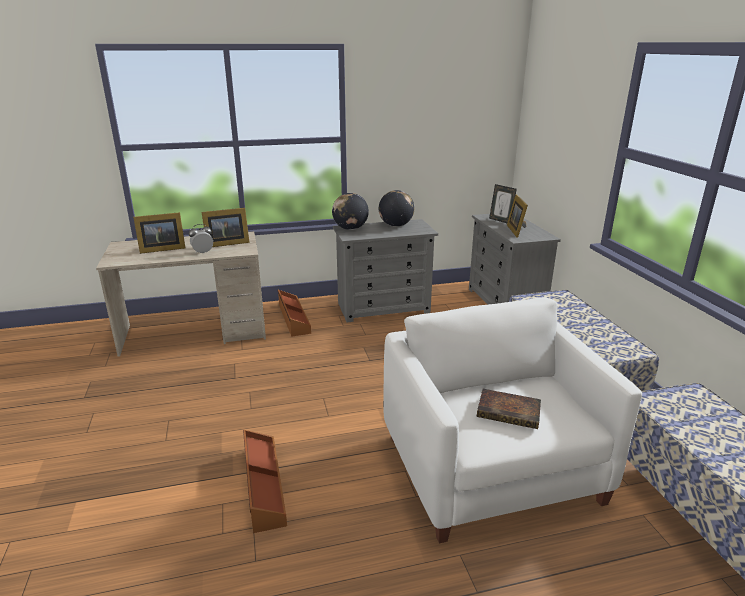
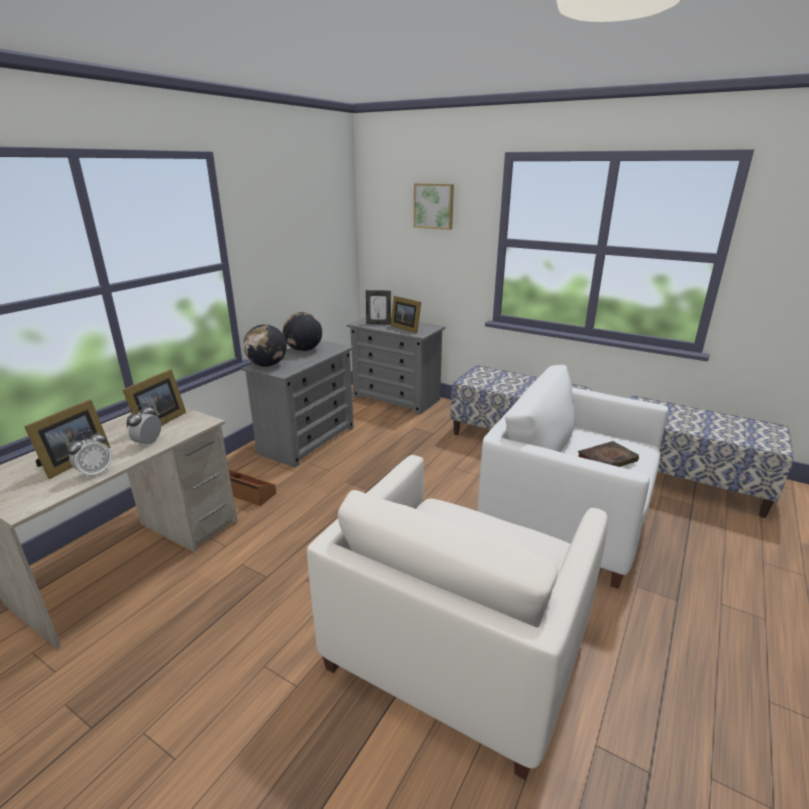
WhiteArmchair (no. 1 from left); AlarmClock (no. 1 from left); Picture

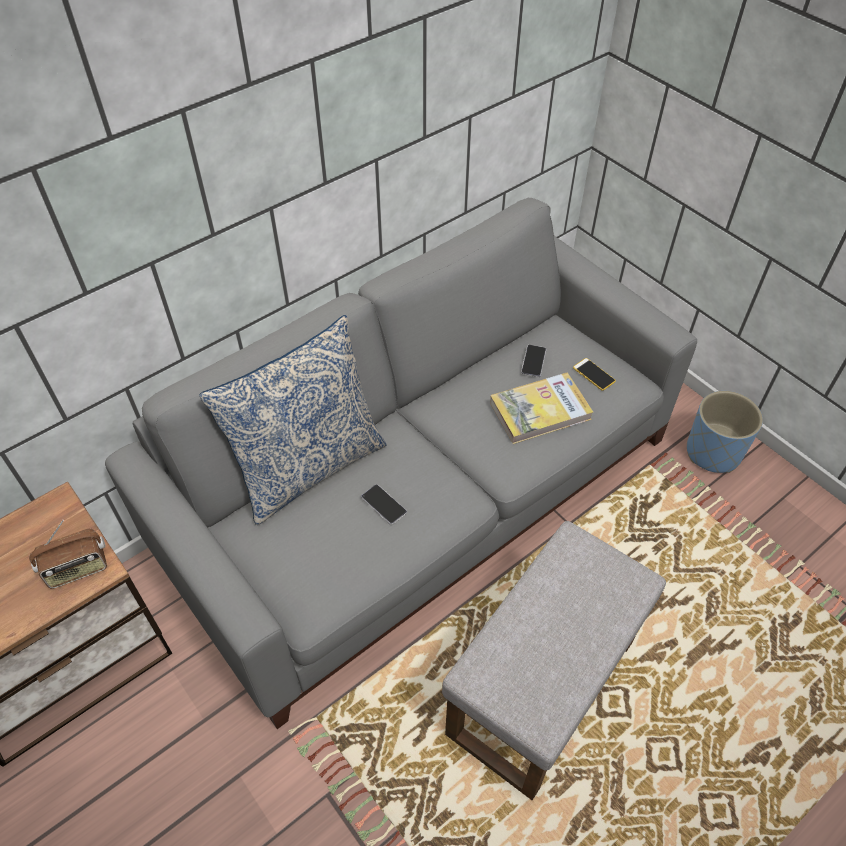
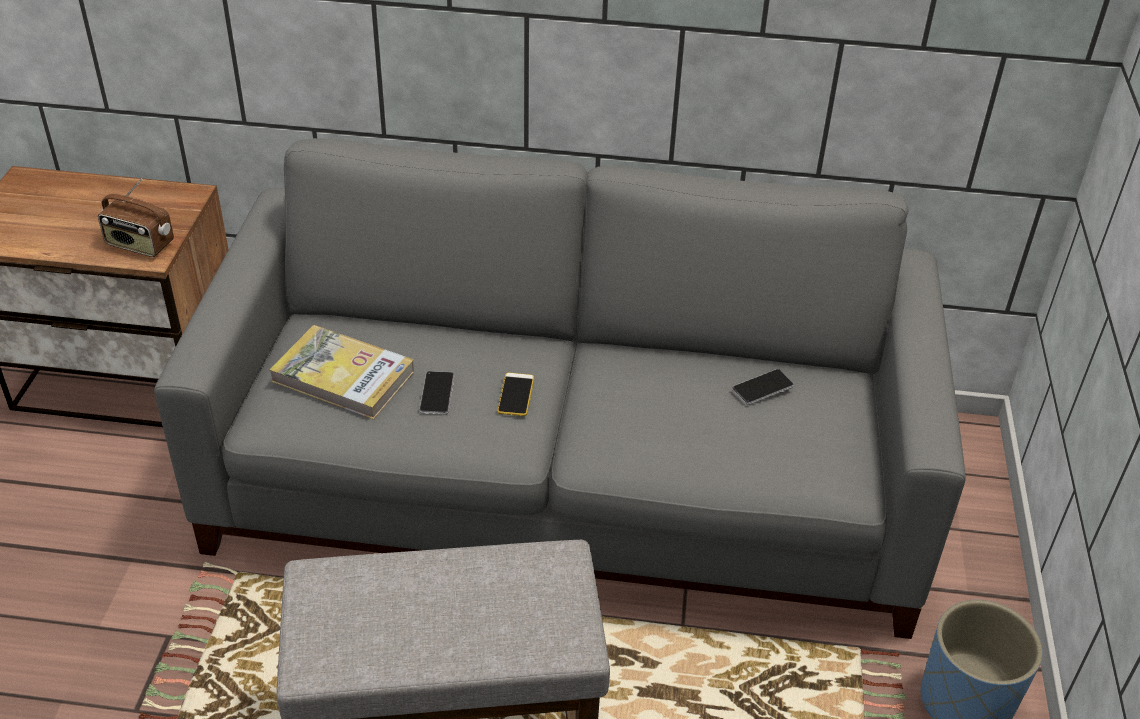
Pillow; Book; Phone (no. 2 from left)

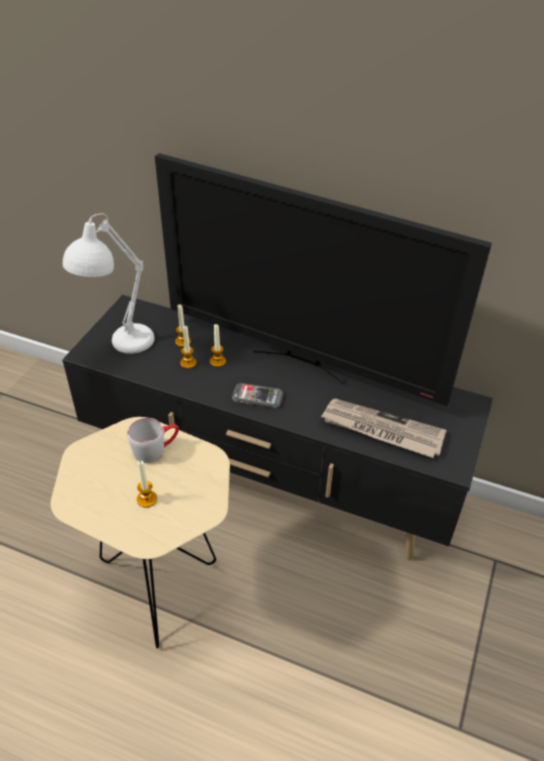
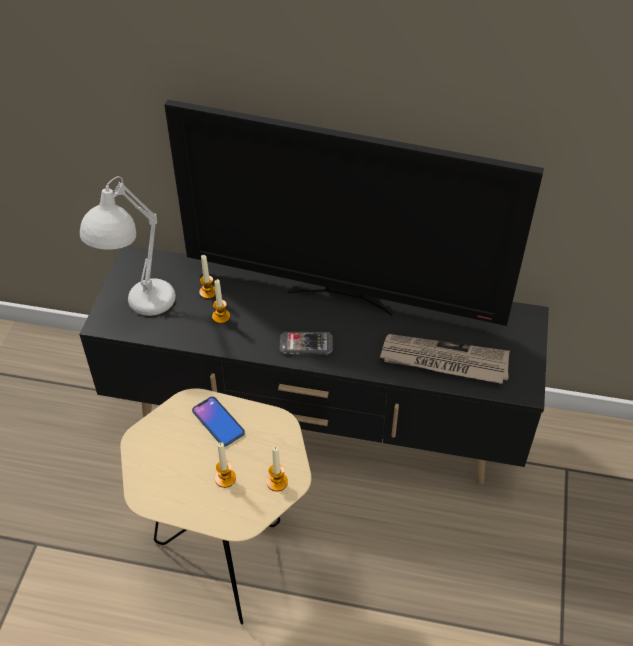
Phone (no. 1 from left); Candle (no. 4 from left)

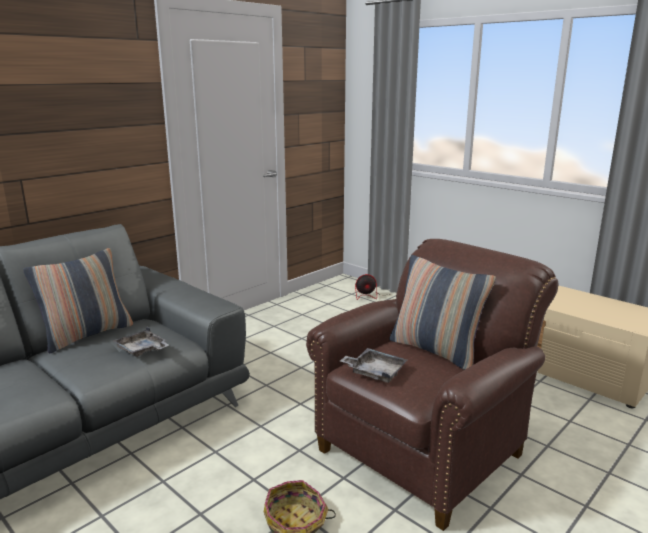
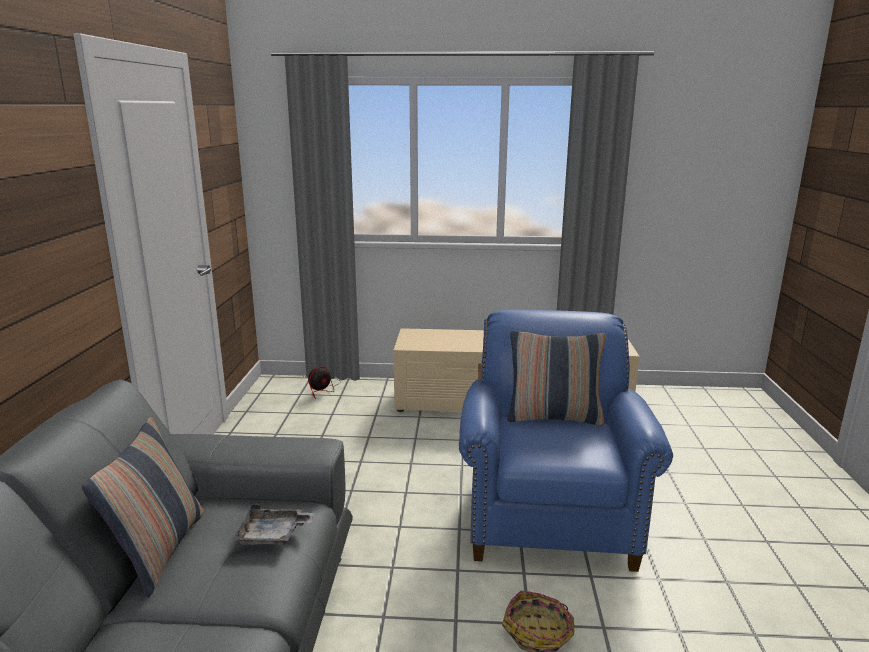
BlueArmchair; GreyTray (no. 2 from left in the first image)

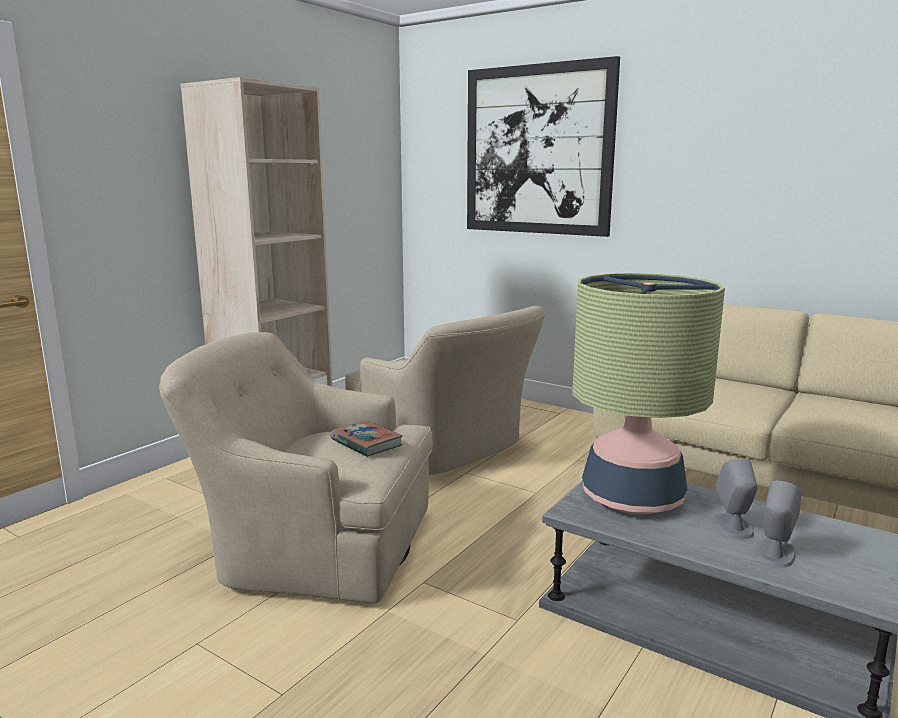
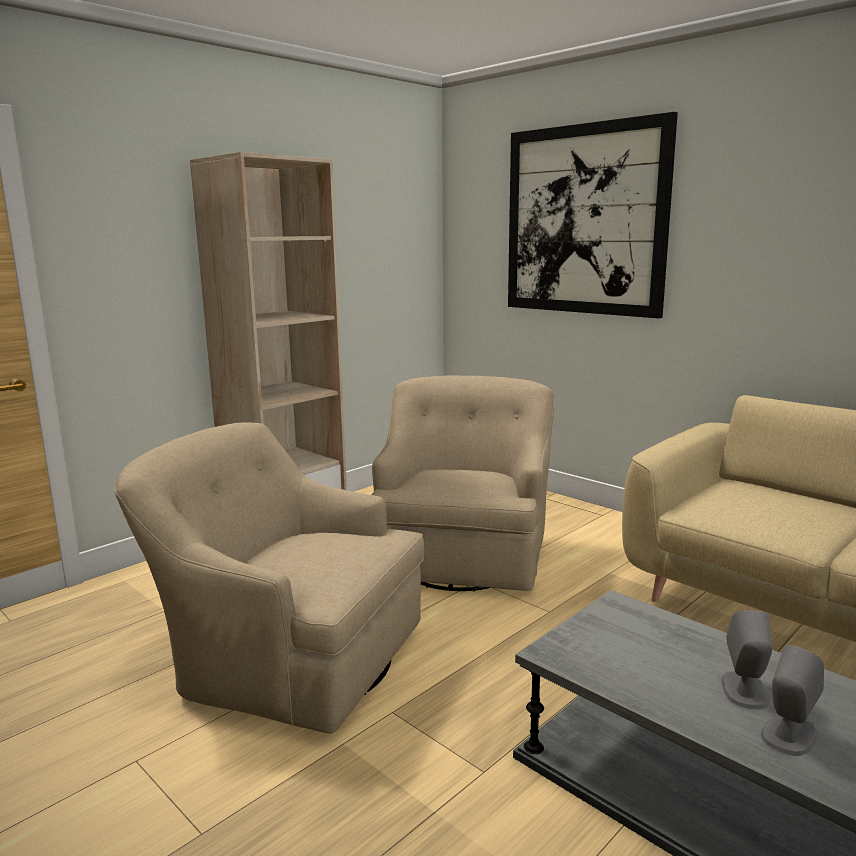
Book; BeigeArmchair (no. 2 from left); TableLamp

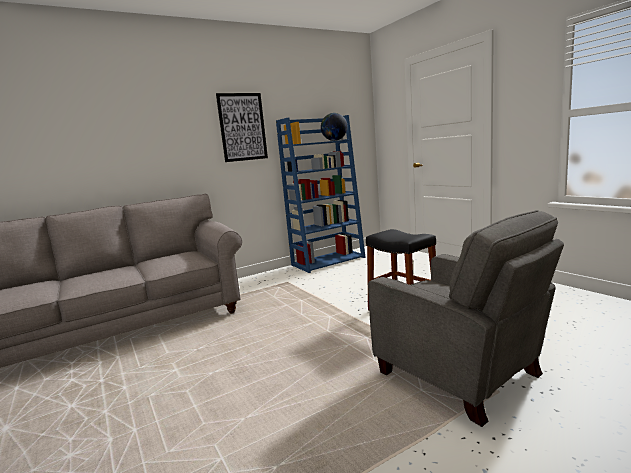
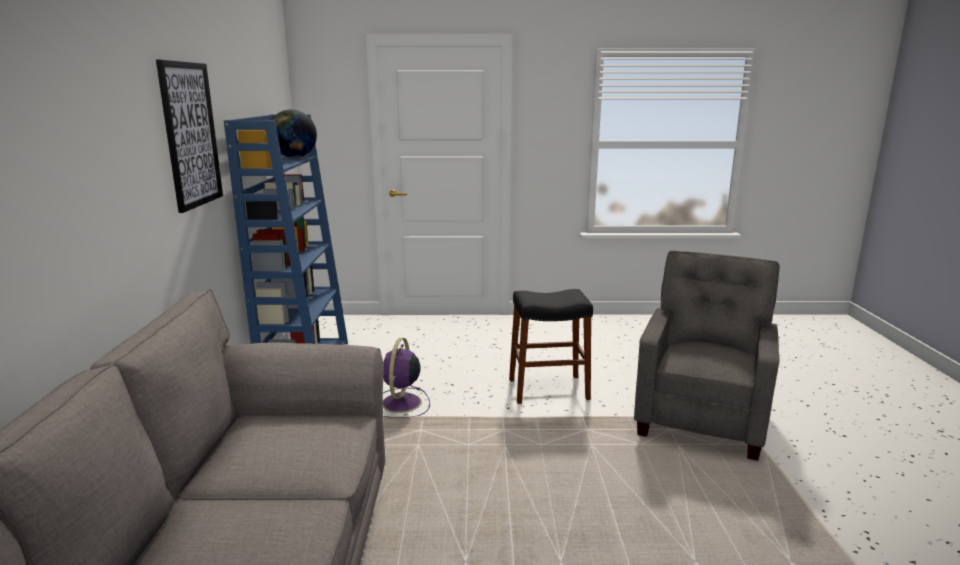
GreyArmchair; PurpleFan

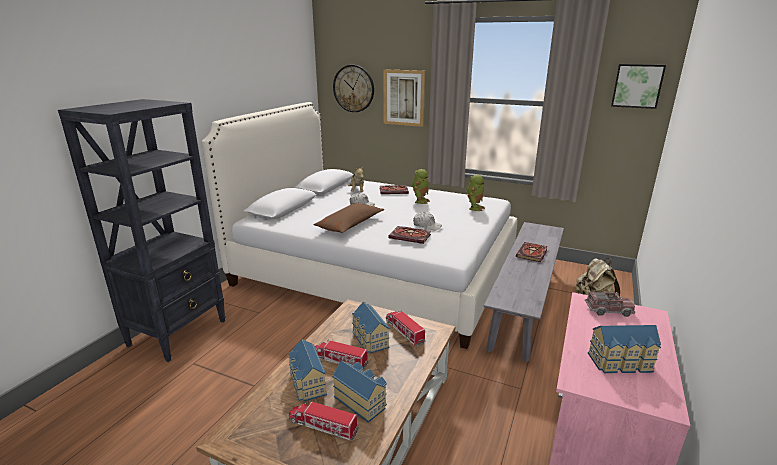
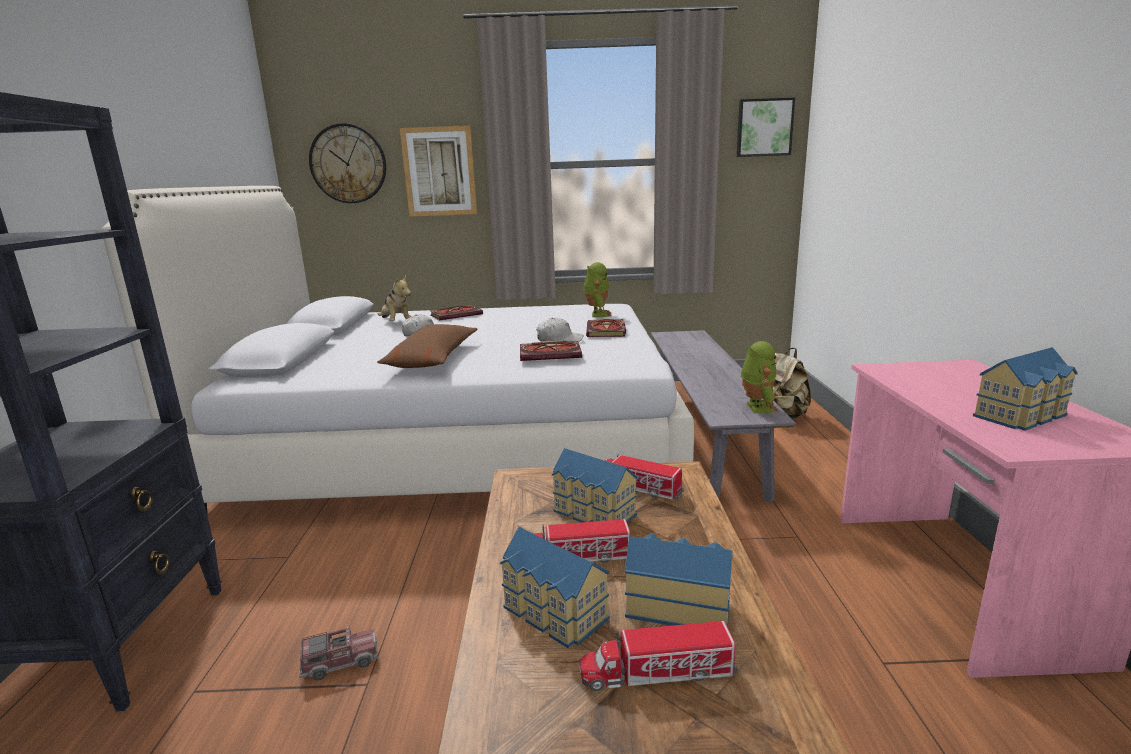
ToyRobot (no. 2 from left); Book (no. 3 from left); ToyTruck (no. 1 from left)

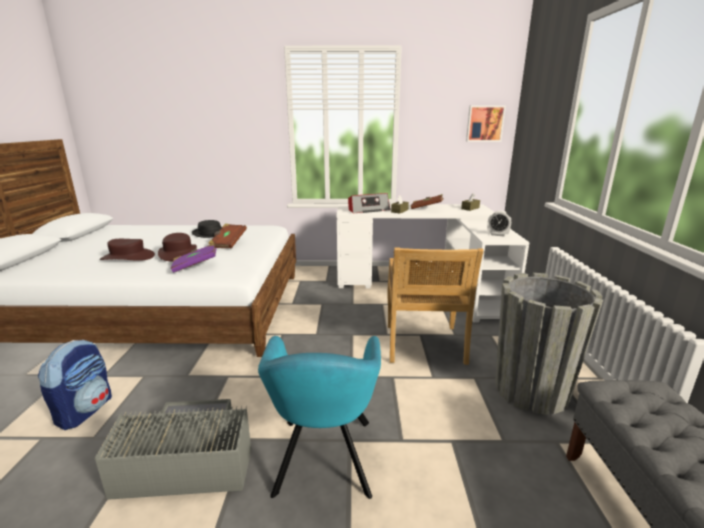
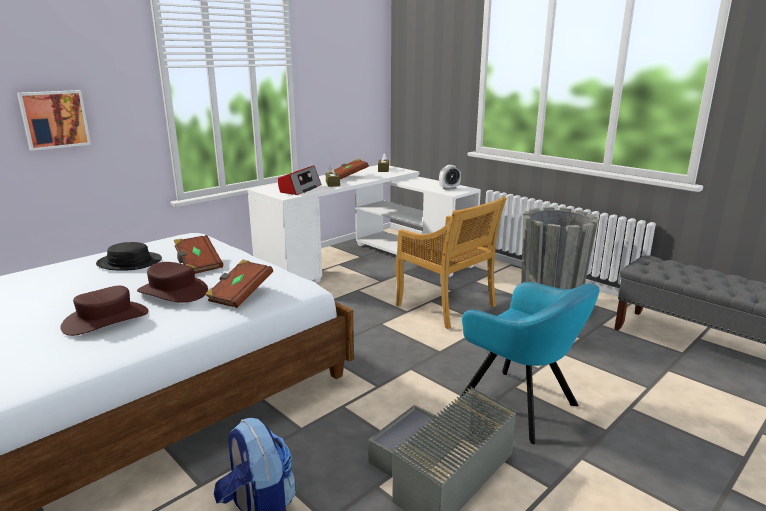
BrownBook (no. 2 from left); Picture

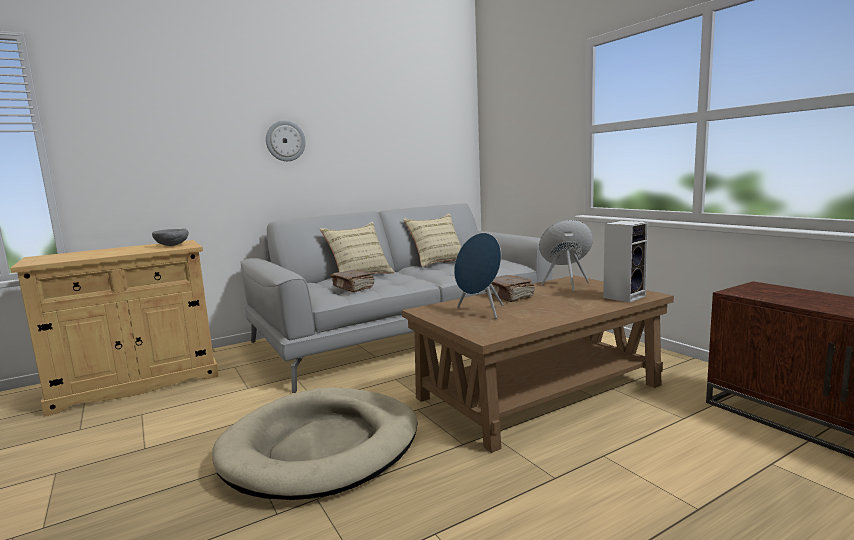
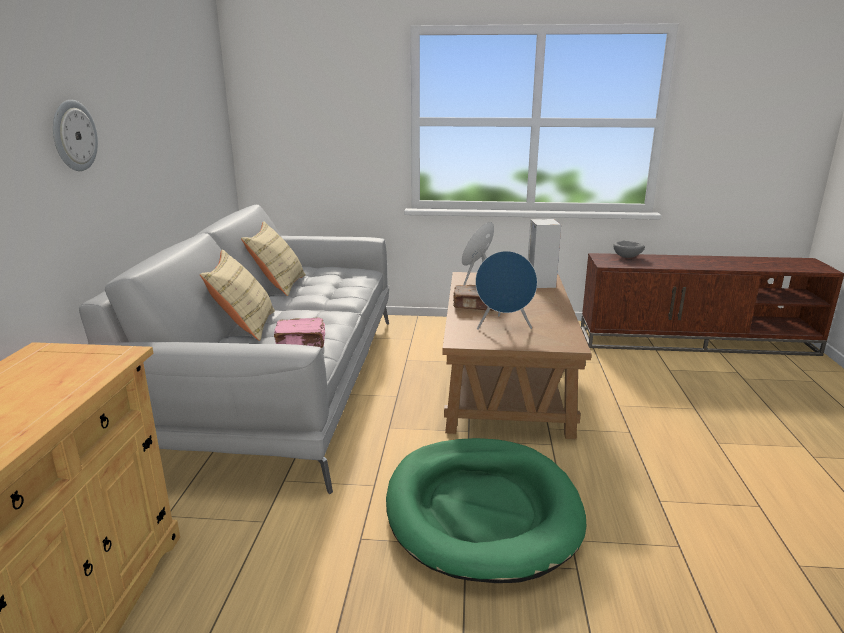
GreyBowl; GreenDogBed; PinkBook

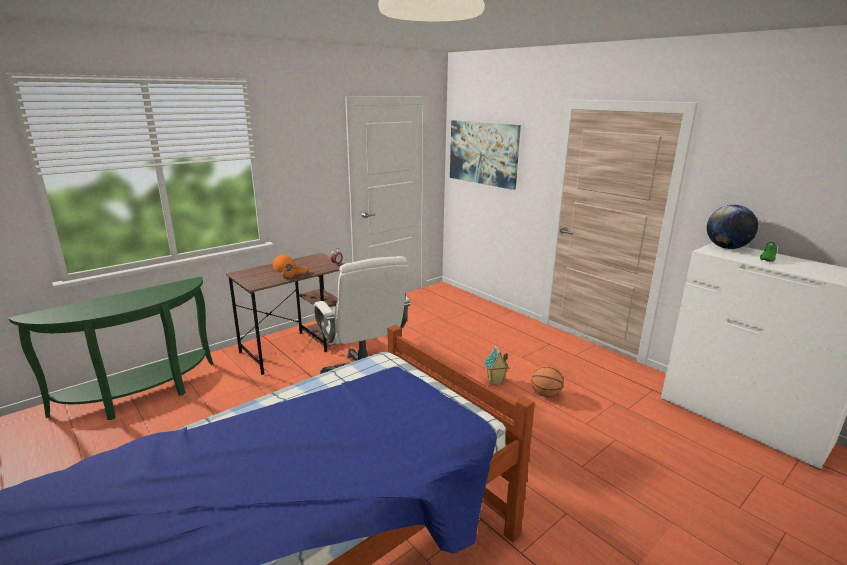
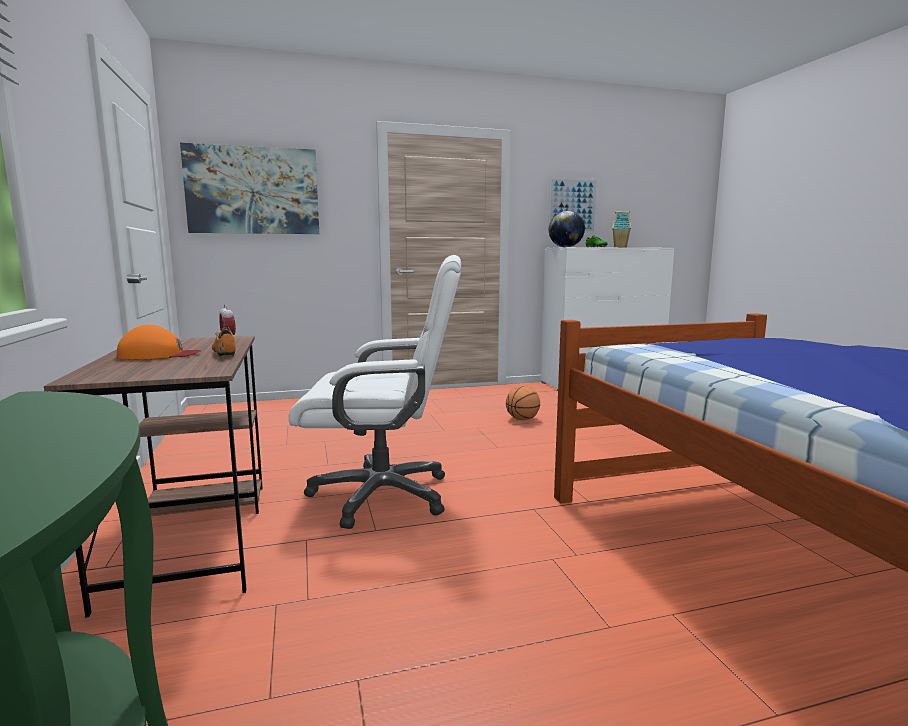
ToyHouse; Picture (no. 2 from left)

